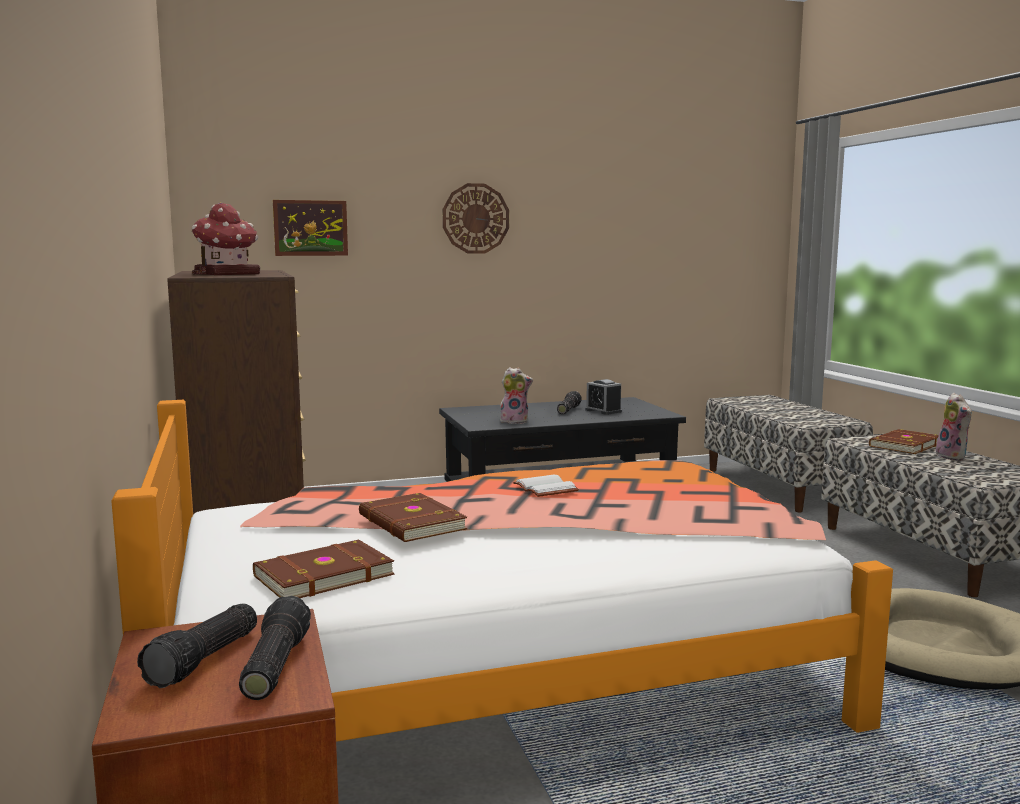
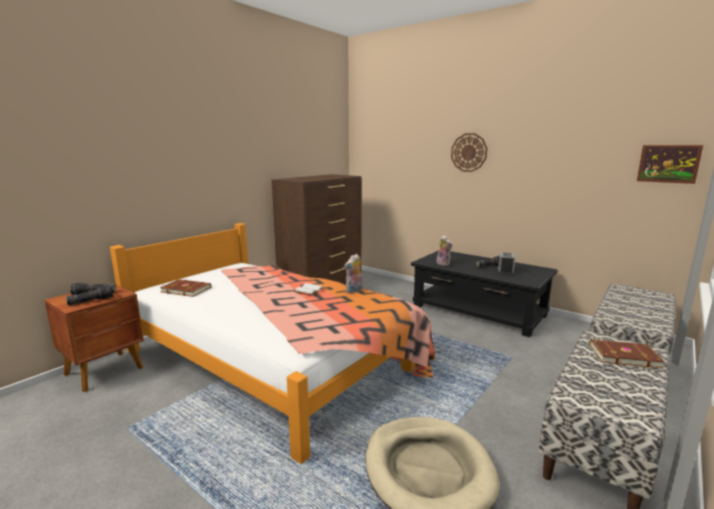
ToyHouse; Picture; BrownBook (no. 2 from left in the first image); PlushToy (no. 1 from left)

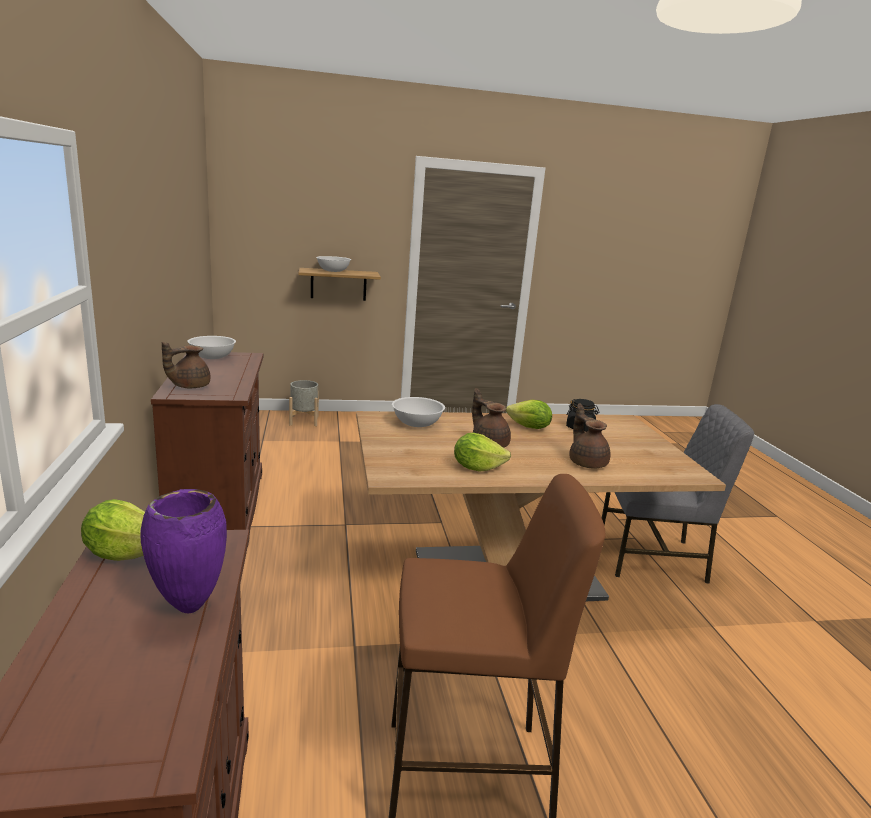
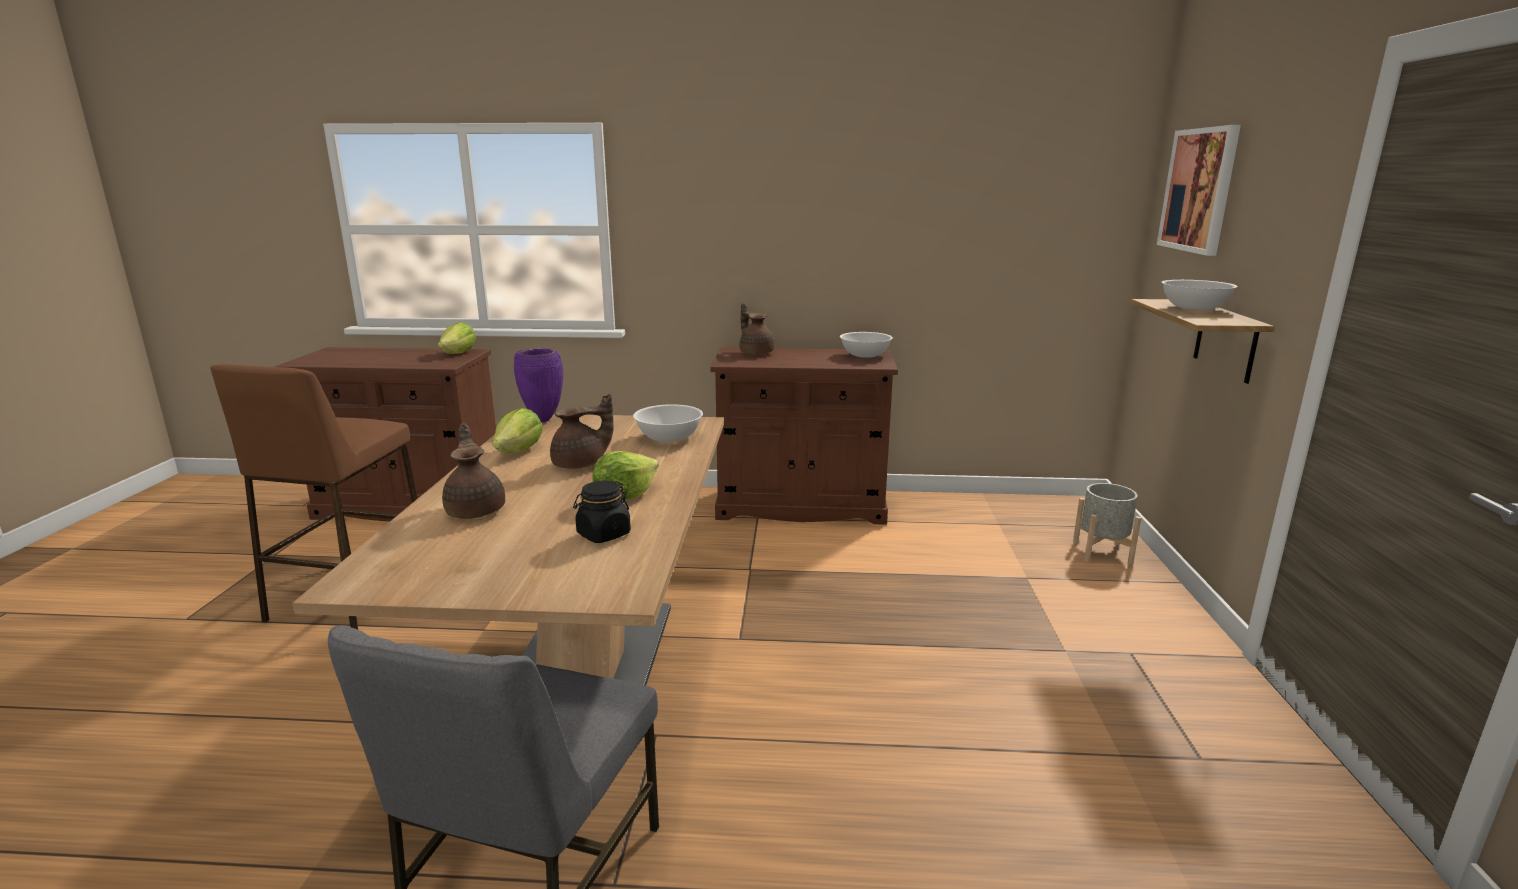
PurpleVase; BrownTeapot (no. 1 from left); Picture

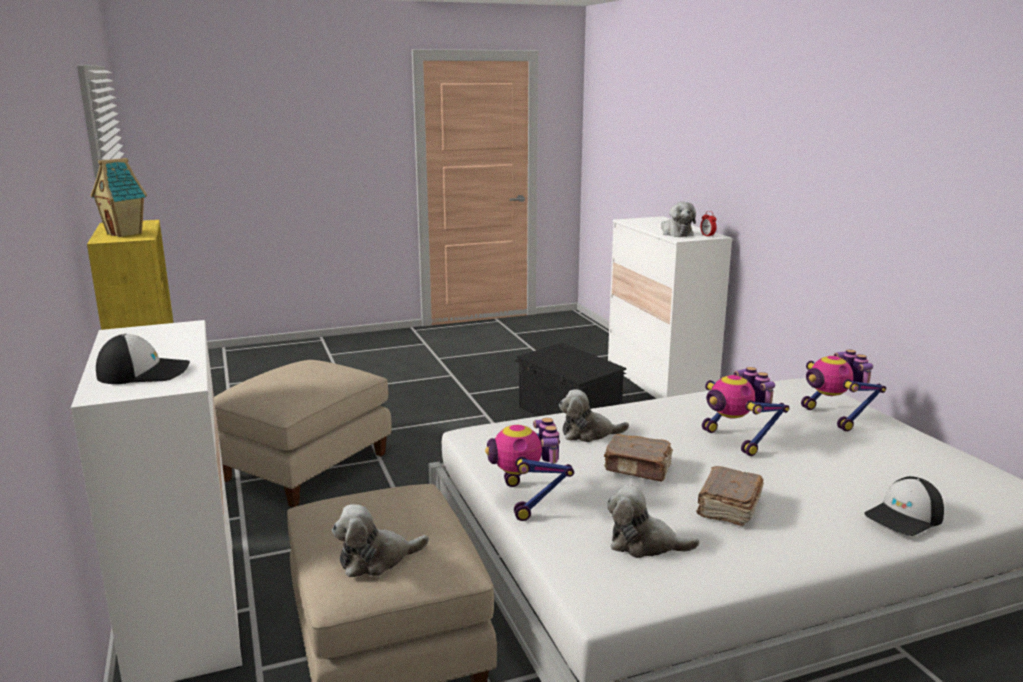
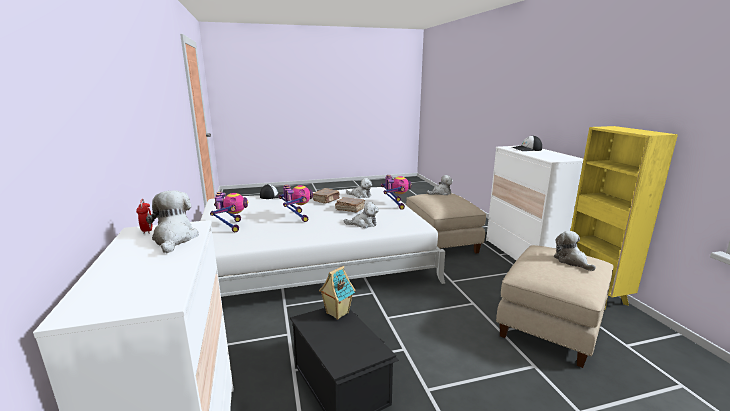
ToyHouse; PlushToy (no. 5 from left)

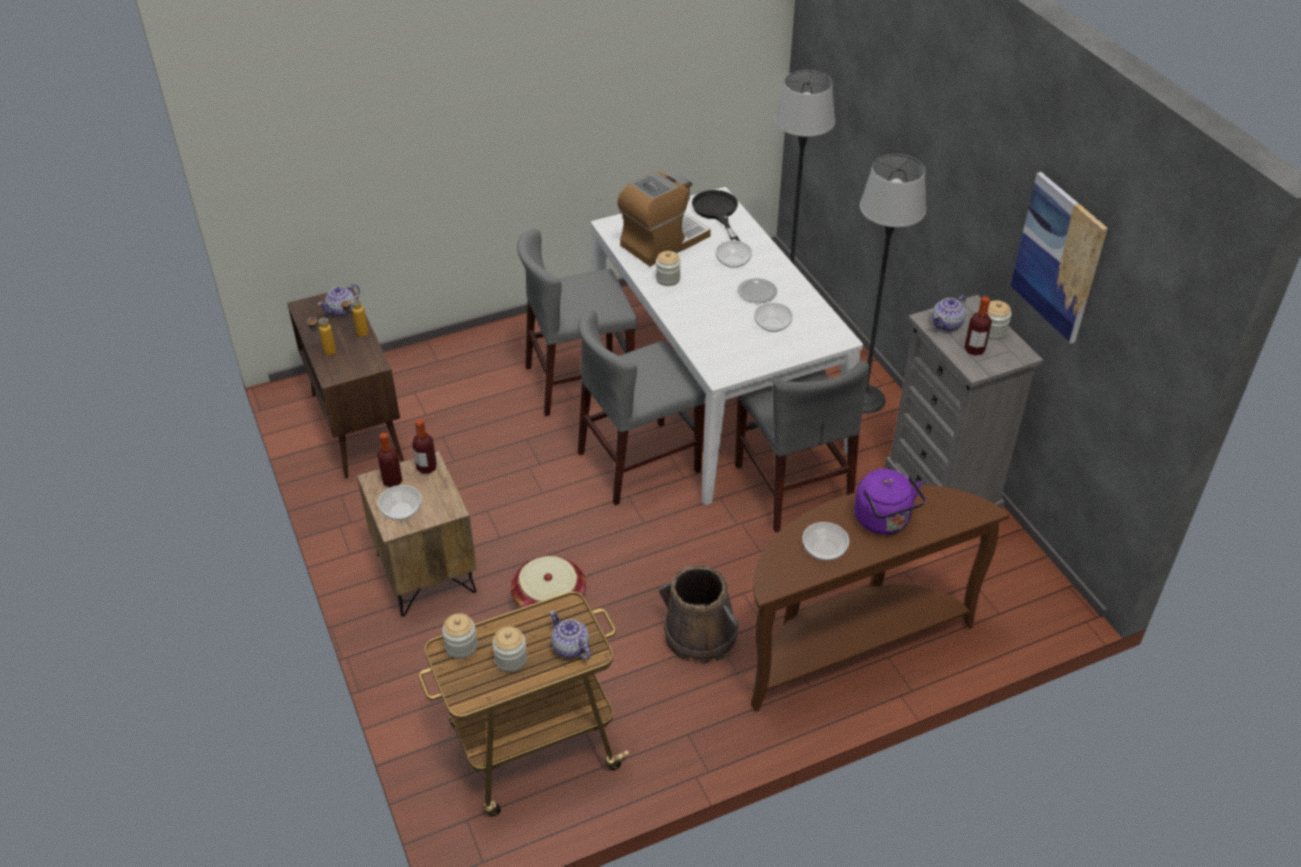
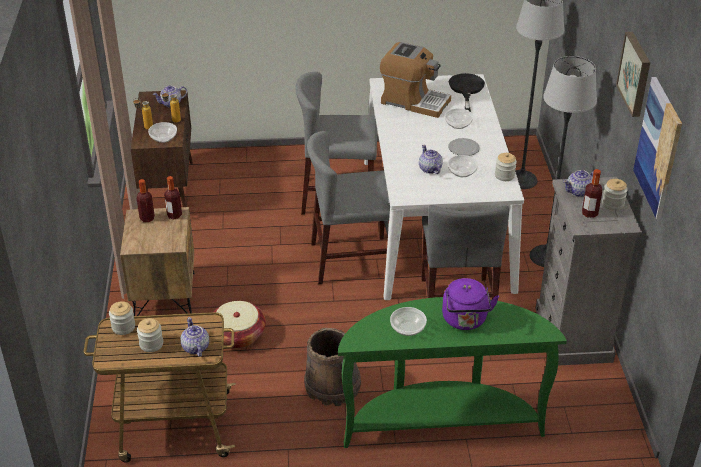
Bowl (no. 1 from left); CoffeeMachine; Jar (no. 3 from left); GreenConsoleTable; Teapot (no. 3 from left); Picture (no. 1 from left)

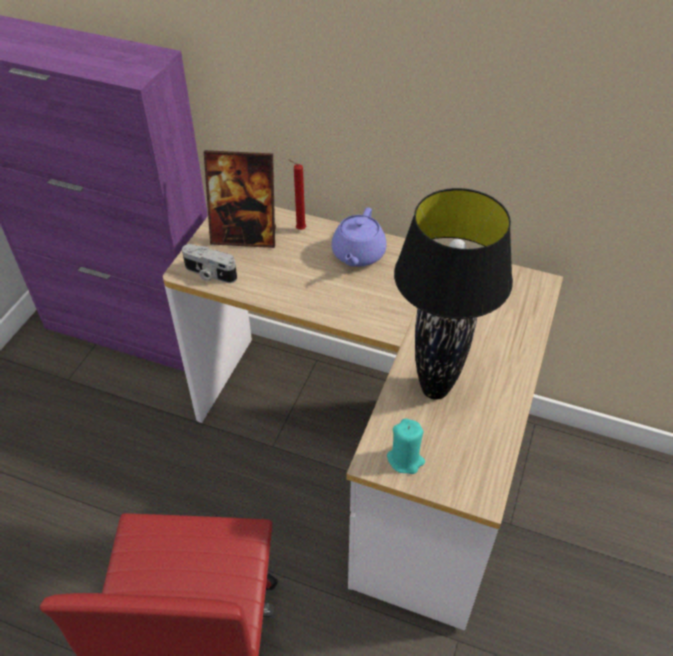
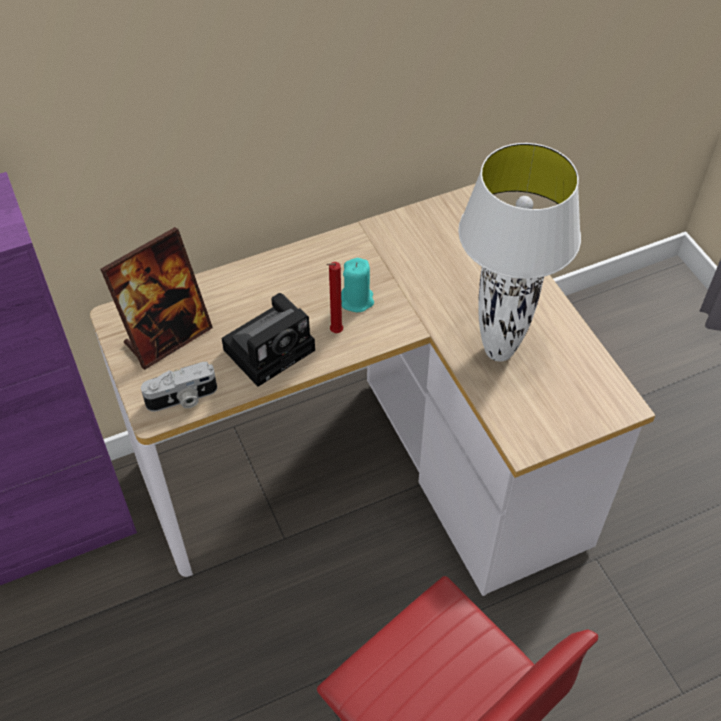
RedCandle; PurpleTeapot; TurquoiseCandle; WhiteTableLamp; PhotoCamera (no. 2 from left)

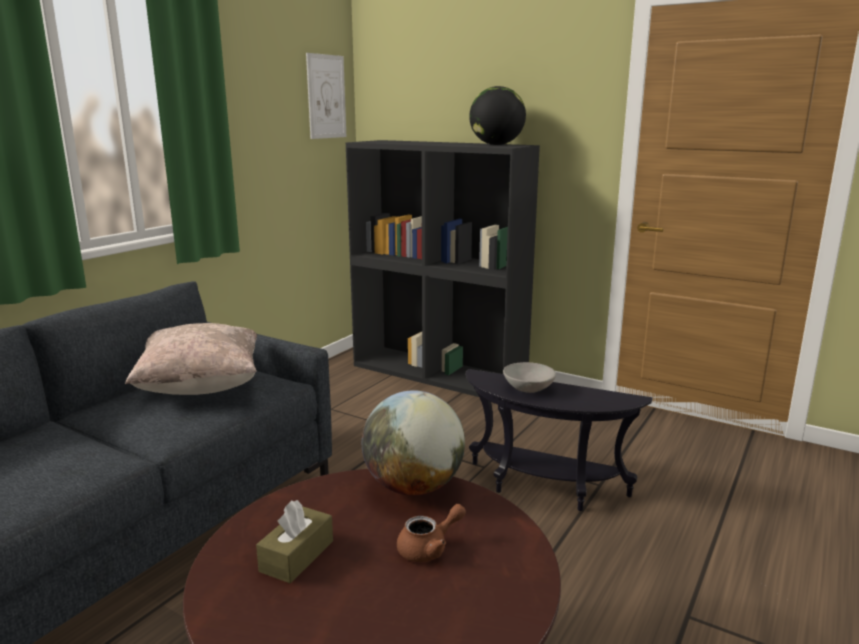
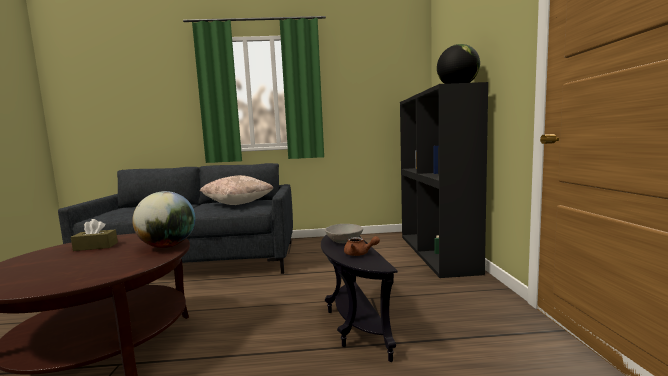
Picture; BrownTeapot

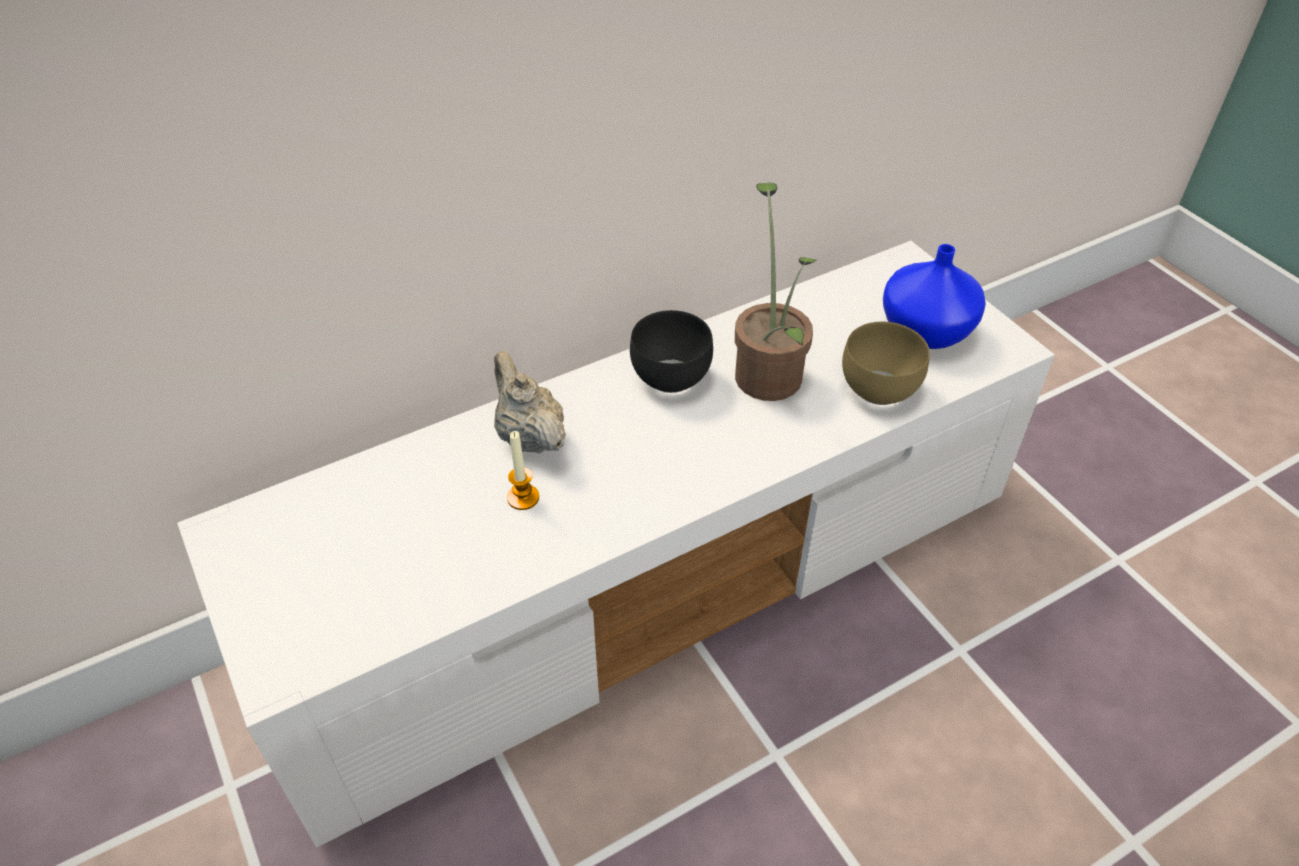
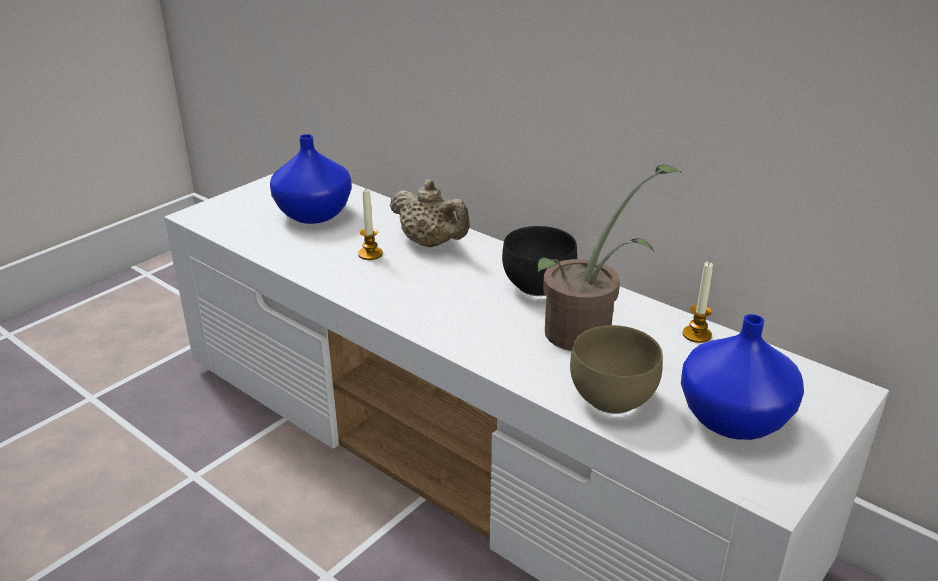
BeigeTeapot; BlueVase (no. 1 from left); Candle (no. 2 from left)

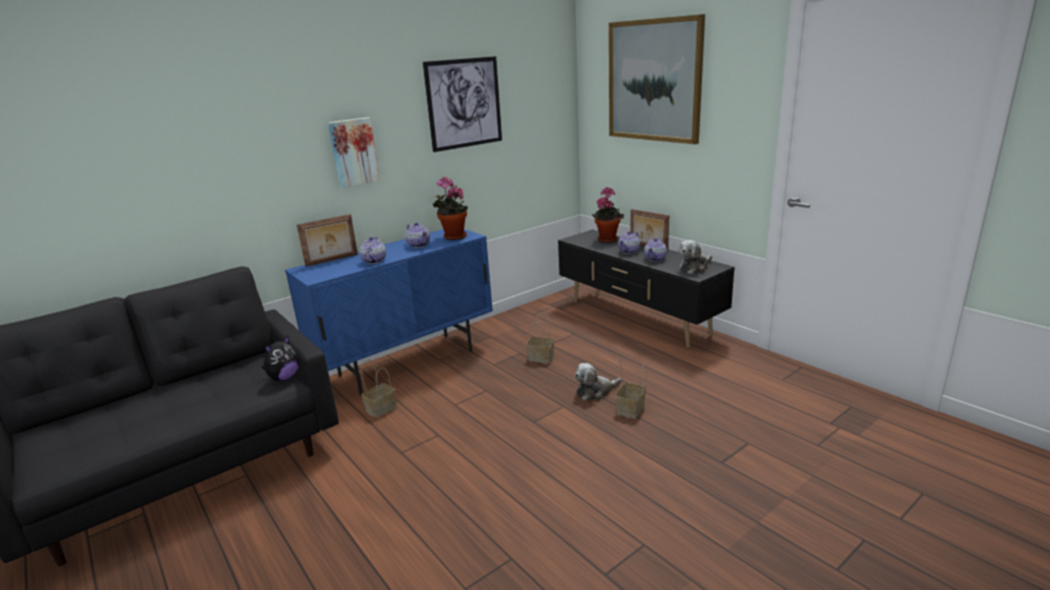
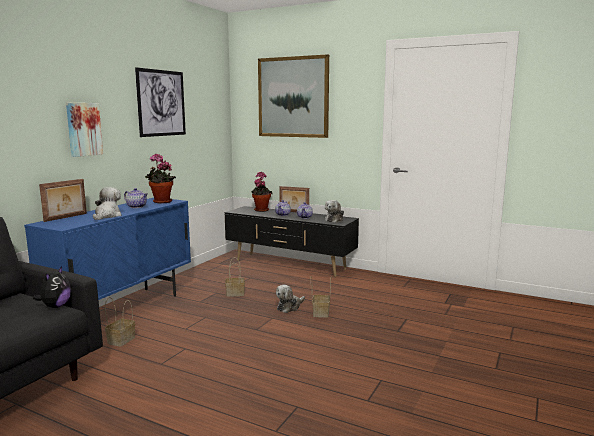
PlushToy (no. 2 from left)

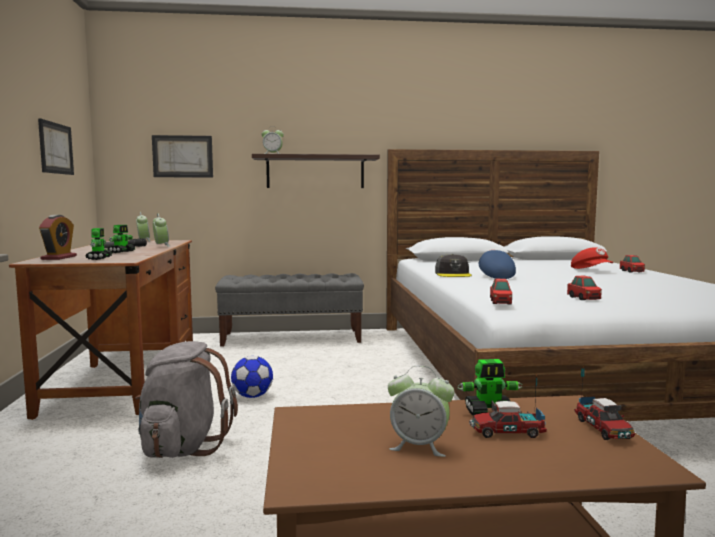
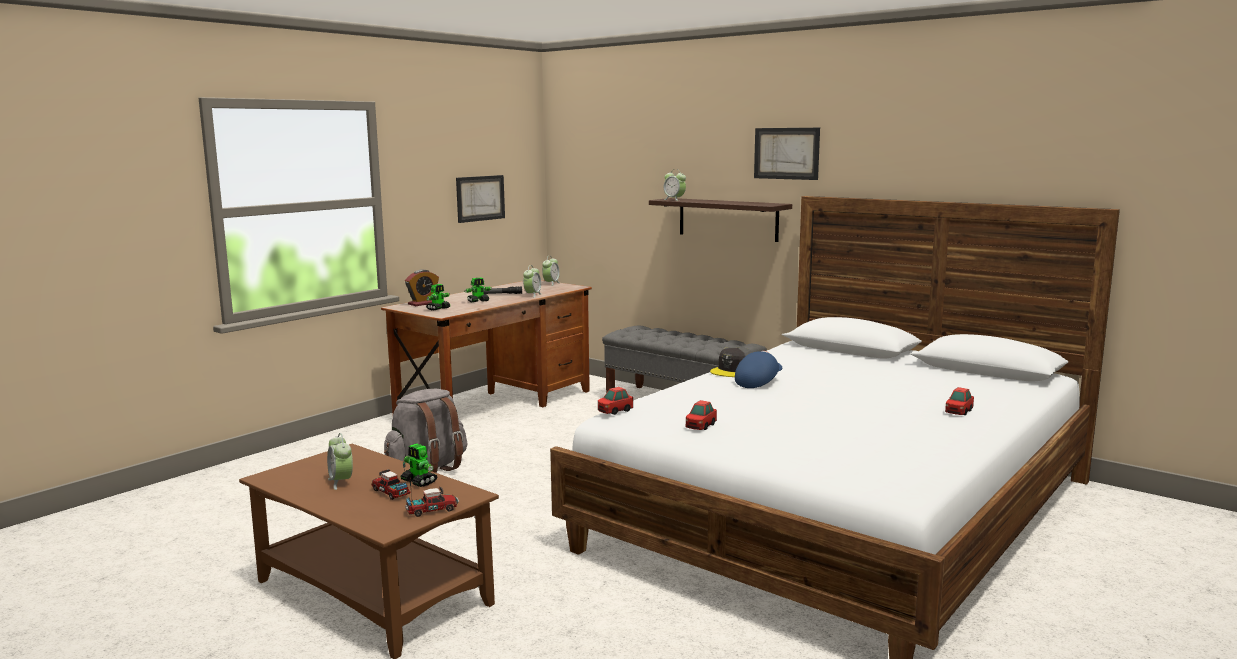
Picture (no. 2 from left); Football; RedCap; ToyTruck (no. 2 from left)

